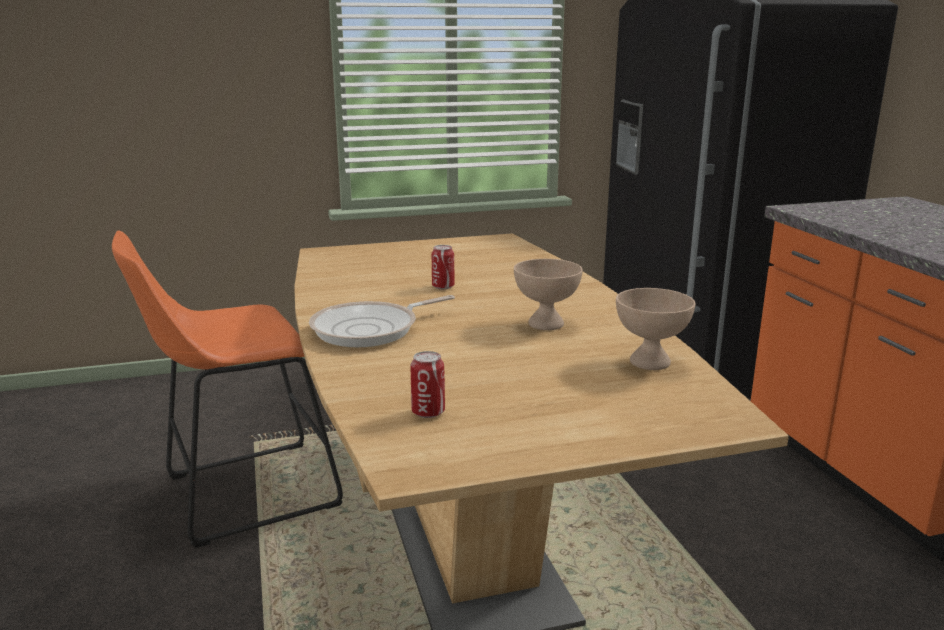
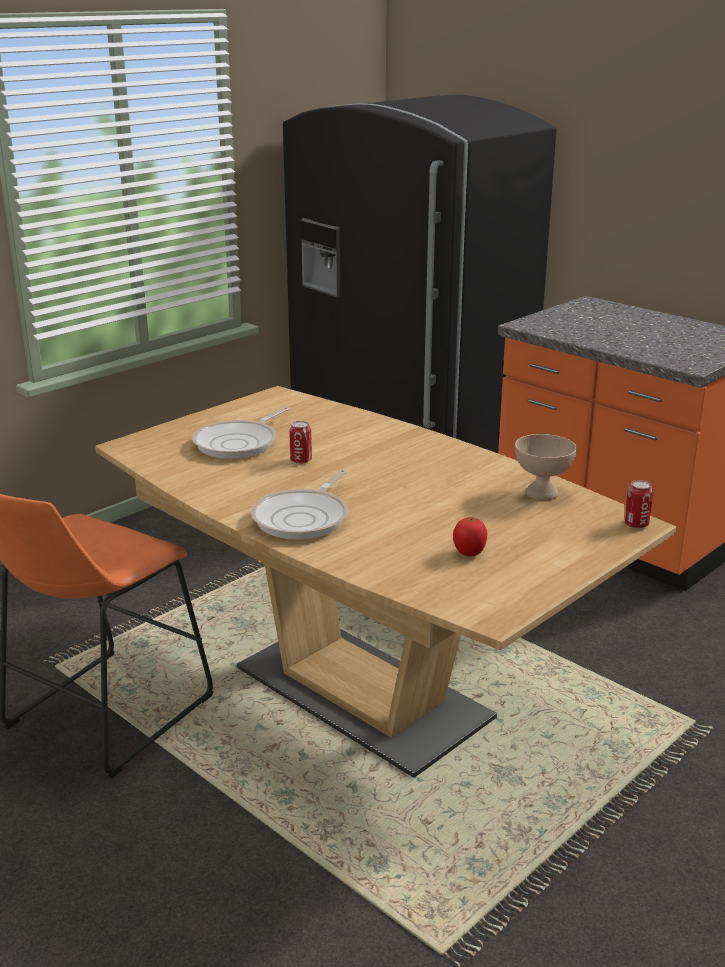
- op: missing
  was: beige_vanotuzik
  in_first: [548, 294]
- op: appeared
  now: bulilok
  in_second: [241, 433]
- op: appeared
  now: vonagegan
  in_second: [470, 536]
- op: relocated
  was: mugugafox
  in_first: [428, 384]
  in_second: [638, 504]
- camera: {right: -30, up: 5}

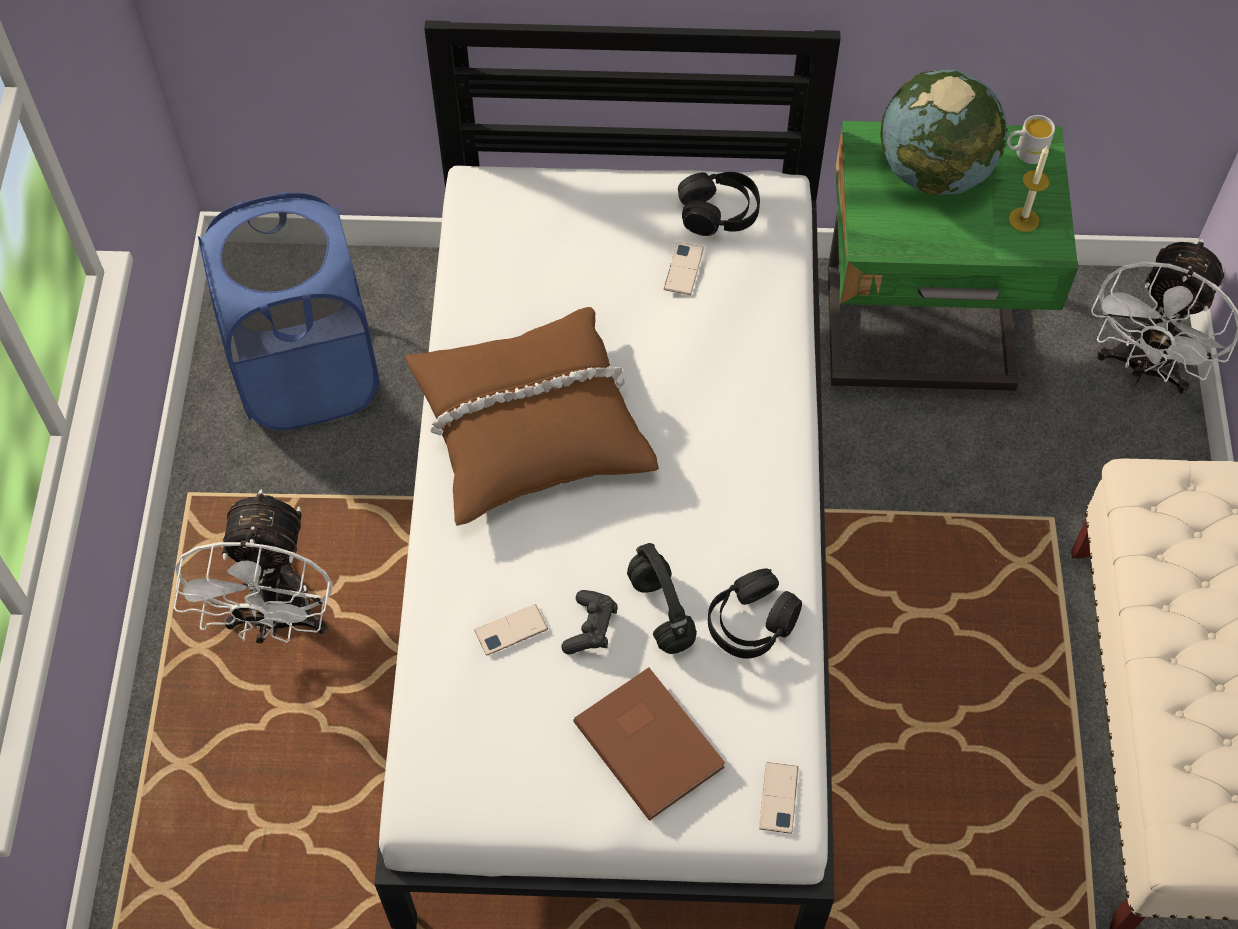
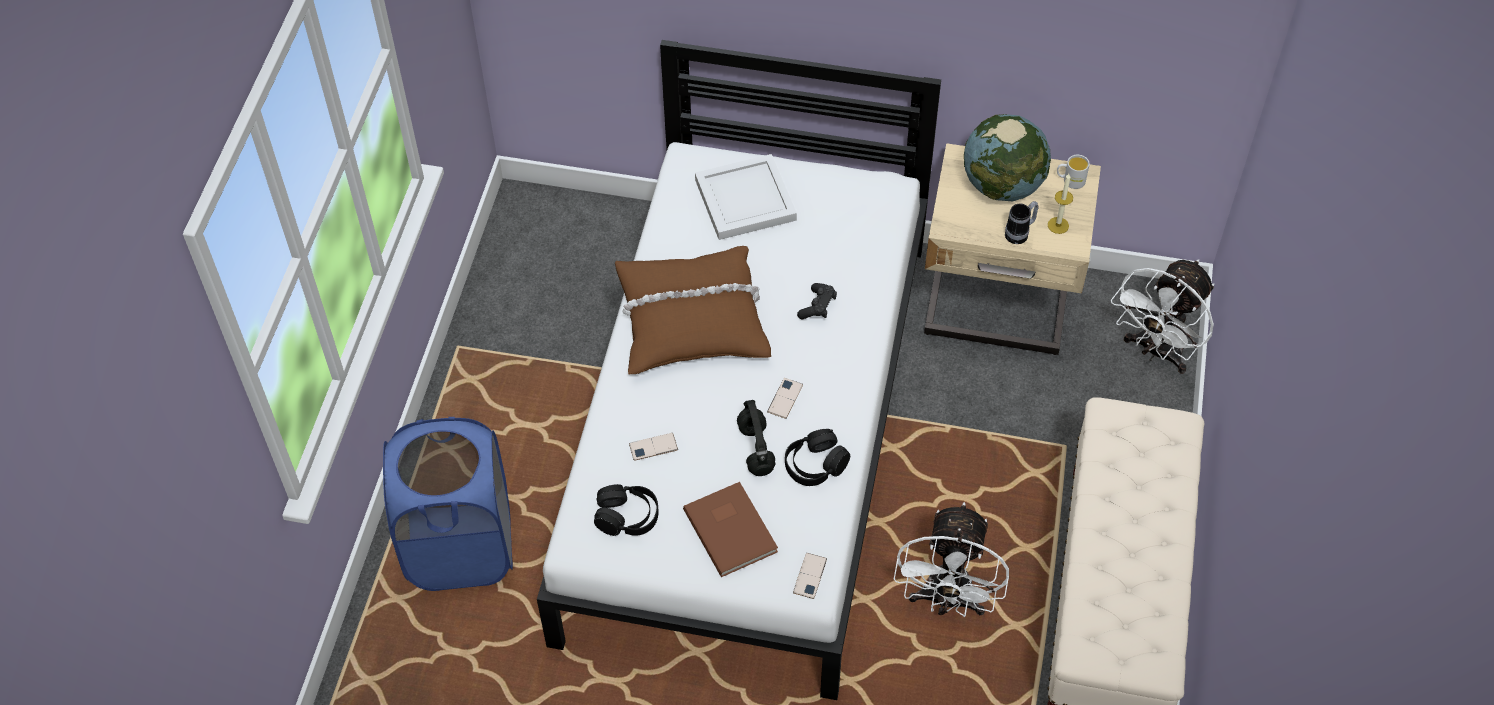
- op: appeared
  now: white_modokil
  in_second: [746, 197]
- op: appeared
  now: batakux
  in_second: [1022, 222]
- op: relocated
  was: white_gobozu
  in_first: [253, 566]
  in_second: [951, 559]
- op: relocated
  was: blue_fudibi
  in_first: [289, 311]
  in_second: [448, 504]
- op: relocated
  was: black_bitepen
  in_first: [590, 622]
  in_second: [817, 301]
- op: relocated
  was: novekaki
  in_first: [684, 268]
  in_second: [785, 398]
- op: relocated
  was: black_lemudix
  in_first: [719, 204]
  in_second: [626, 510]
- op: colour
  was: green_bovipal
  now: beige_bovipal
  in_first: [953, 256]
  in_second: [1012, 249]
- camera: {right: 10, up: -5}

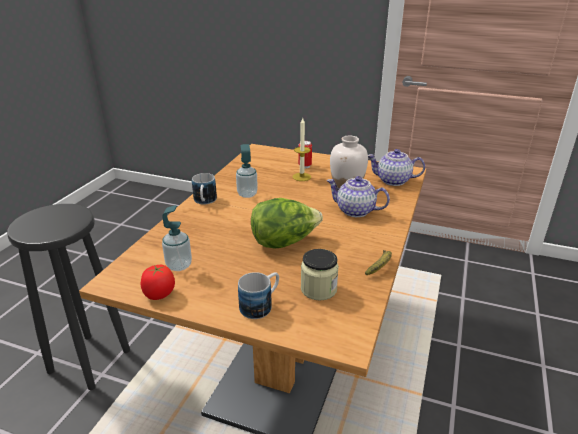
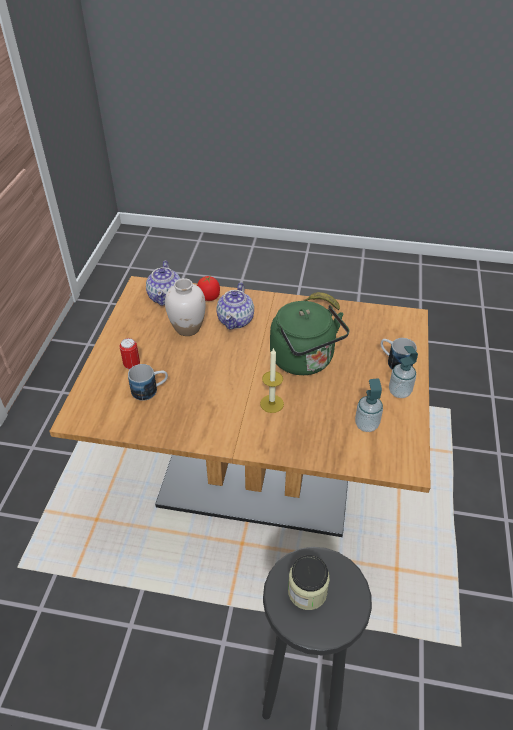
- op: relocated
  was: vonagegan
  in_first: [157, 282]
  in_second: [208, 288]
- op: relocated
  was: batakux
  in_first: [204, 188]
  in_second: [148, 382]
- op: relocated
  was: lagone
  in_first: [247, 171]
  in_second: [403, 372]
- op: relocated
  was: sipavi
  in_first: [301, 149]
  in_second: [272, 380]
- op: relocated
  was: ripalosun
  in_first: [320, 275]
  in_second: [309, 582]
- op: exchanged
  was: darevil
  now: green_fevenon
  in_first: [287, 223]
  in_second: [310, 338]
- camera: {right: -100, up: 15}

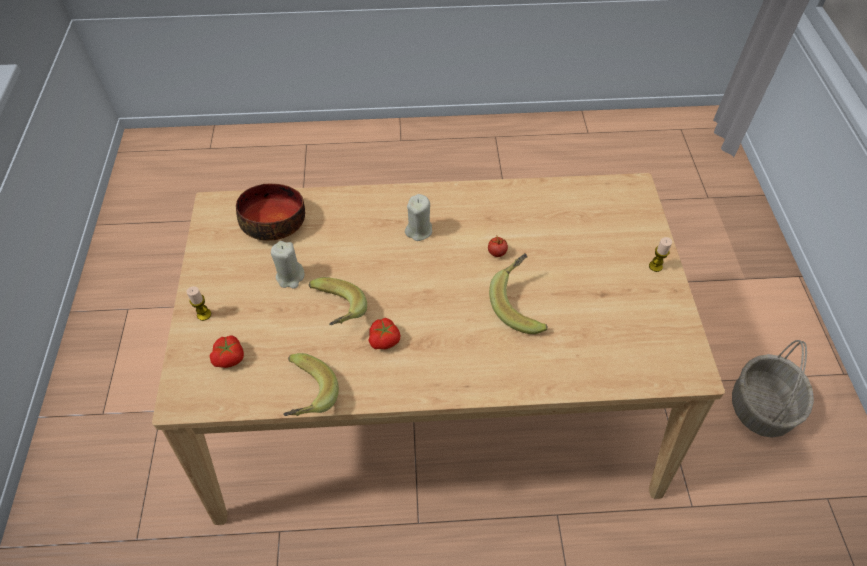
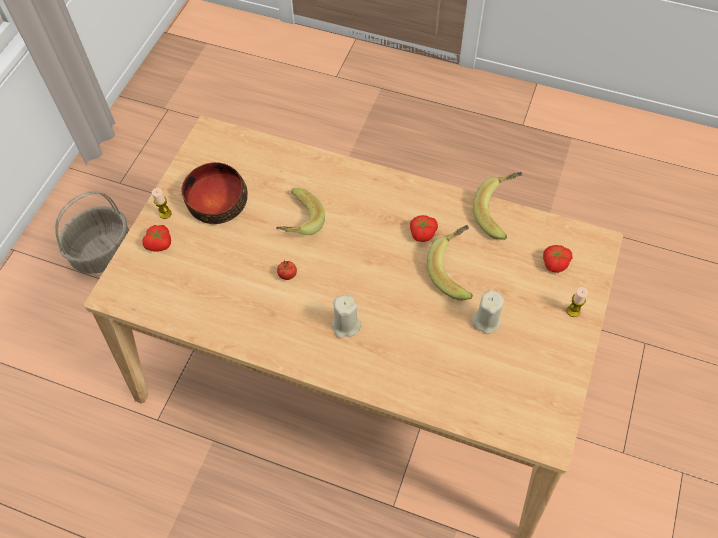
- op: appeared
  now: vonagegan
  in_second: [156, 238]
- op: relocated
  was: vanotuzik
  in_first: [270, 212]
  in_second: [215, 193]
- camera: {right: -155, up: 5}

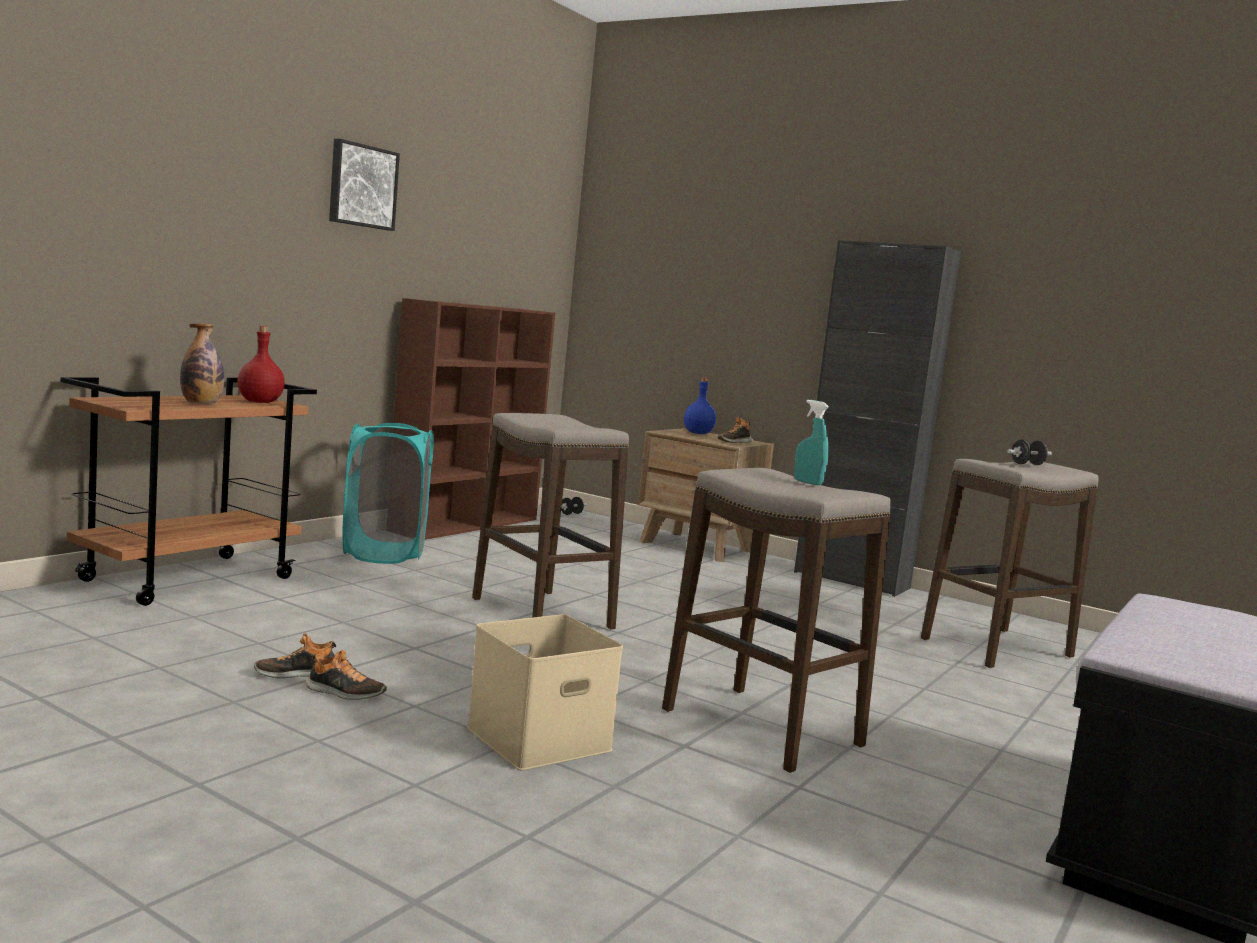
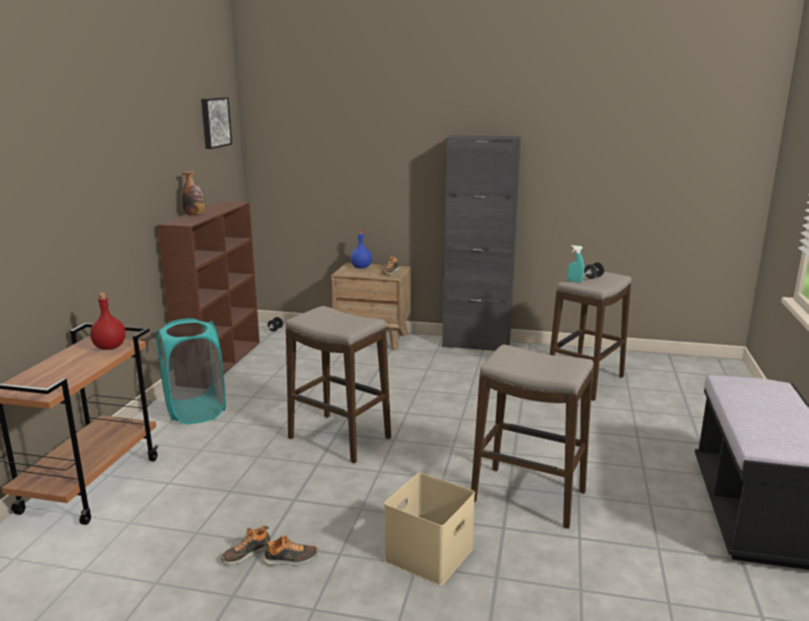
- op: relocated
  was: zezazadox
  in_first: [202, 364]
  in_second: [193, 193]
- op: relocated
  was: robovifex
  in_first: [364, 185]
  in_second: [216, 123]
- op: relocated
  was: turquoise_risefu
  in_first: [811, 442]
  in_second: [575, 264]
- camera: {right: -20, up: 10}

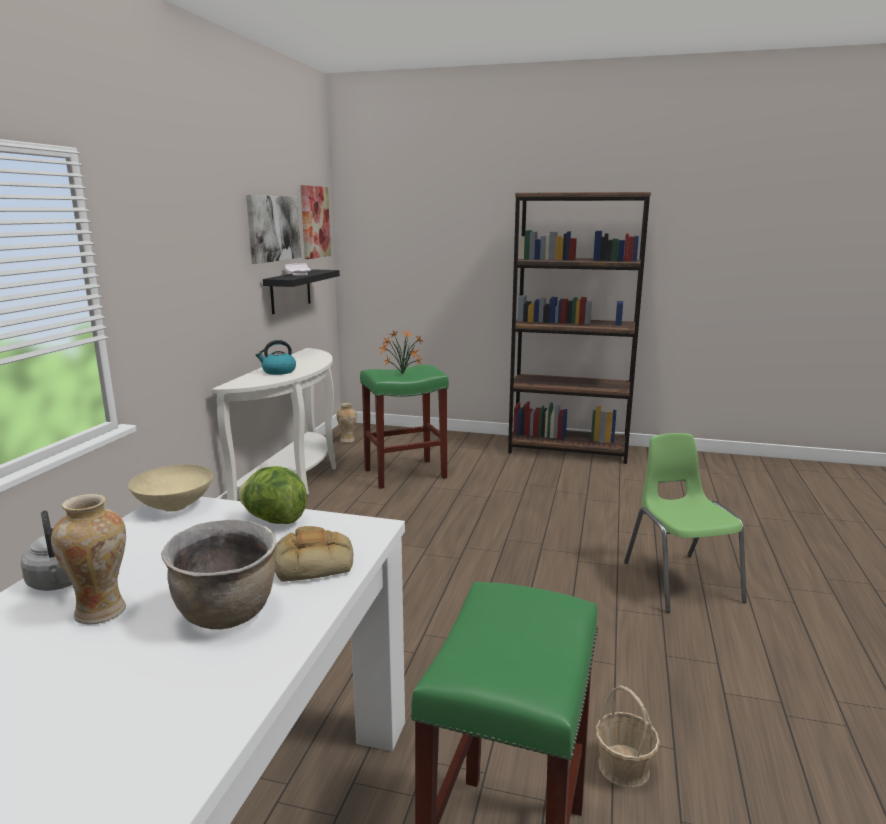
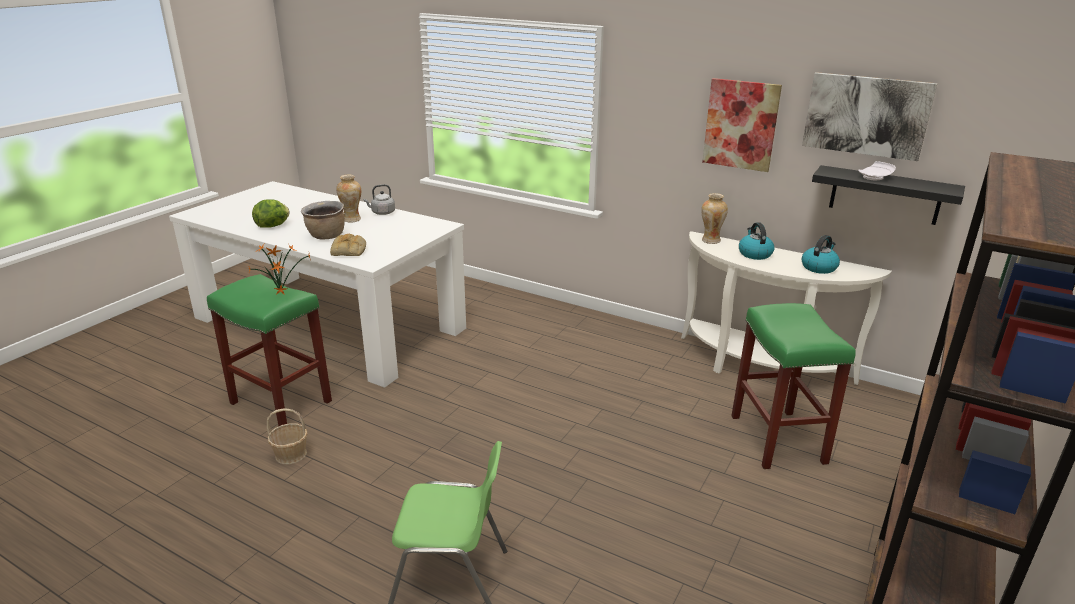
- op: missing
  was: beige_vanotuzik
  in_first: [170, 488]
- op: appeared
  now: fevenon
  in_second: [821, 254]
- op: relocated
  was: darevil
  in_first: [272, 495]
  in_second: [271, 213]
- op: relocated
  was: robovifex
  in_first: [315, 222]
  in_second: [742, 125]
- op: relocated
  was: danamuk
  in_first: [347, 423]
  in_second: [714, 218]
- op: relocated
  was: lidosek
  in_first: [401, 352]
  in_second: [279, 268]
- camera: {right: 105, up: 10}

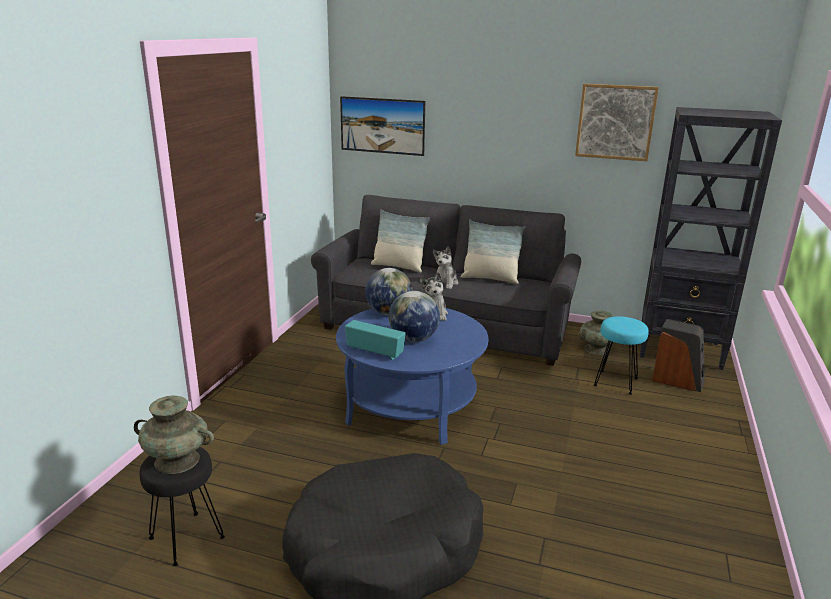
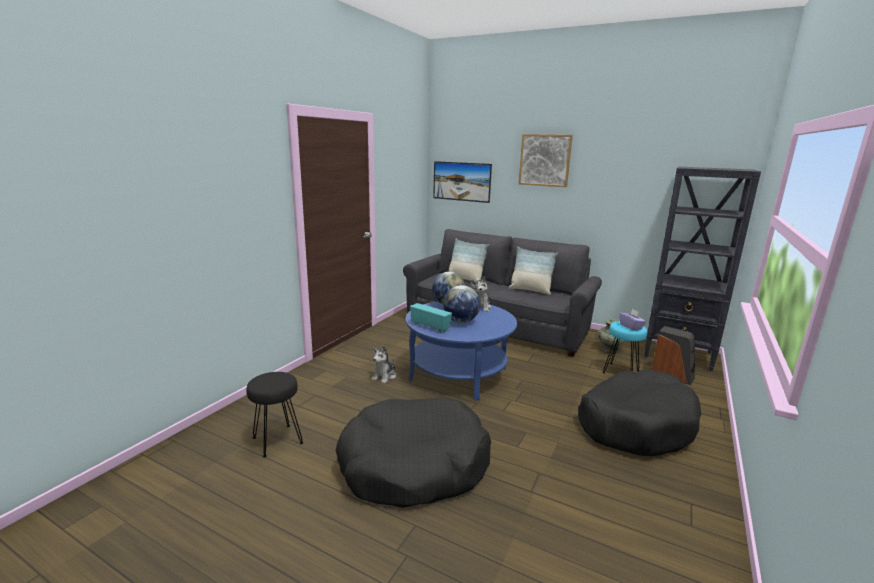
- op: missing
  was: turquoise_danamuk
  in_first: [174, 434]
- op: appeared
  now: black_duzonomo
  in_second: [639, 413]
- op: appeared
  now: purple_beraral
  in_second: [632, 320]
- op: relocated
  was: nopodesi
  in_first: [445, 267]
  in_second: [383, 365]
- op: relocated
  was: robovifex
  in_first: [617, 122]
  in_second: [545, 160]
- camera: {right: 10, up: -5}

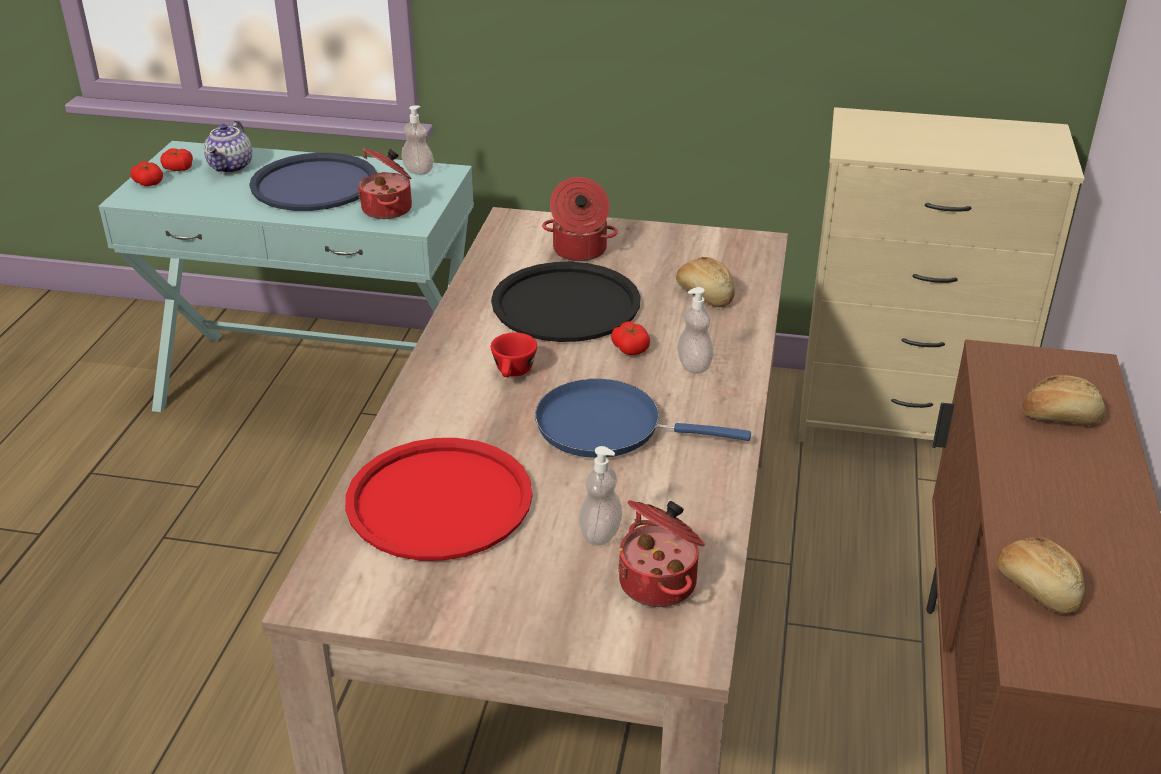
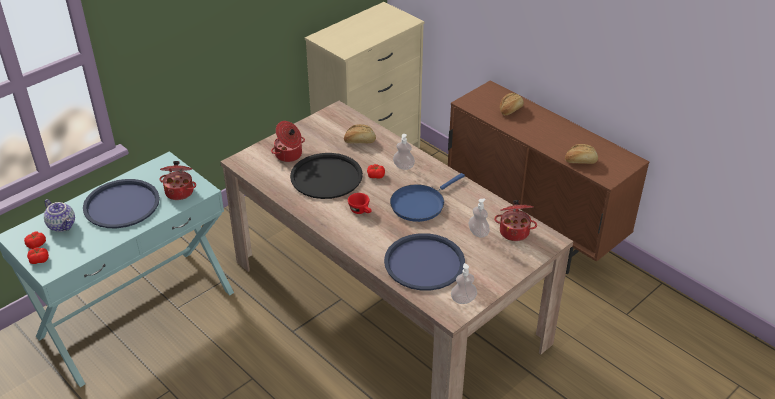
- op: relocated
  was: lagone
  in_first: [417, 140]
  in_second: [464, 283]
- op: colour
  was: red_modokil
  now: blue_modokil
  in_first: [438, 499]
  in_second: [424, 262]
- camera: {right: -55, up: 5}

